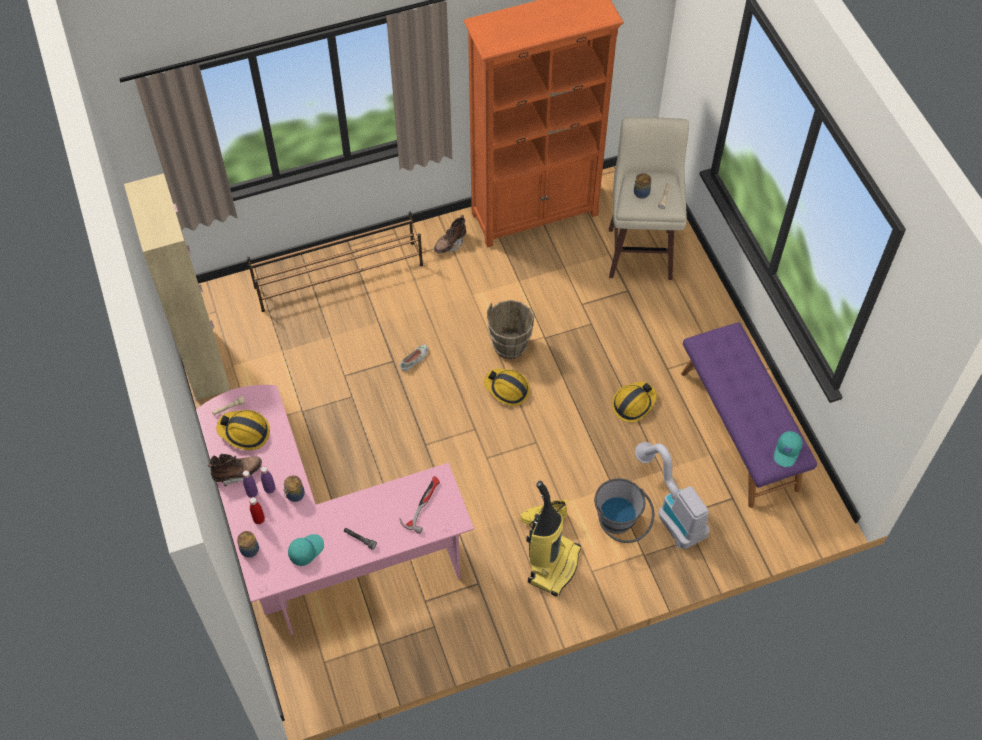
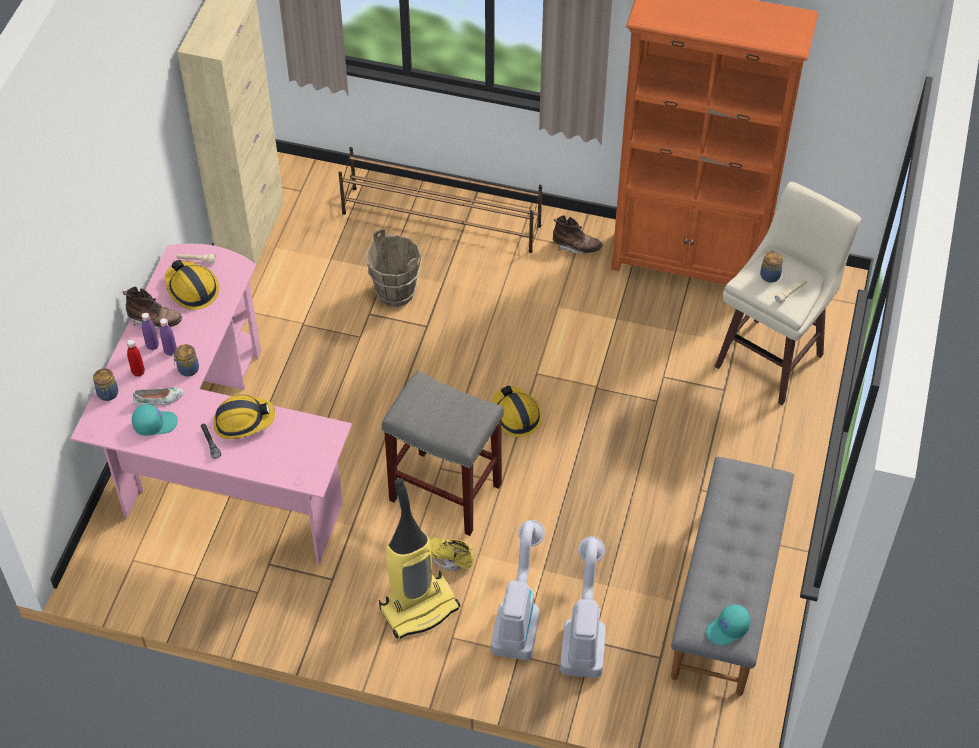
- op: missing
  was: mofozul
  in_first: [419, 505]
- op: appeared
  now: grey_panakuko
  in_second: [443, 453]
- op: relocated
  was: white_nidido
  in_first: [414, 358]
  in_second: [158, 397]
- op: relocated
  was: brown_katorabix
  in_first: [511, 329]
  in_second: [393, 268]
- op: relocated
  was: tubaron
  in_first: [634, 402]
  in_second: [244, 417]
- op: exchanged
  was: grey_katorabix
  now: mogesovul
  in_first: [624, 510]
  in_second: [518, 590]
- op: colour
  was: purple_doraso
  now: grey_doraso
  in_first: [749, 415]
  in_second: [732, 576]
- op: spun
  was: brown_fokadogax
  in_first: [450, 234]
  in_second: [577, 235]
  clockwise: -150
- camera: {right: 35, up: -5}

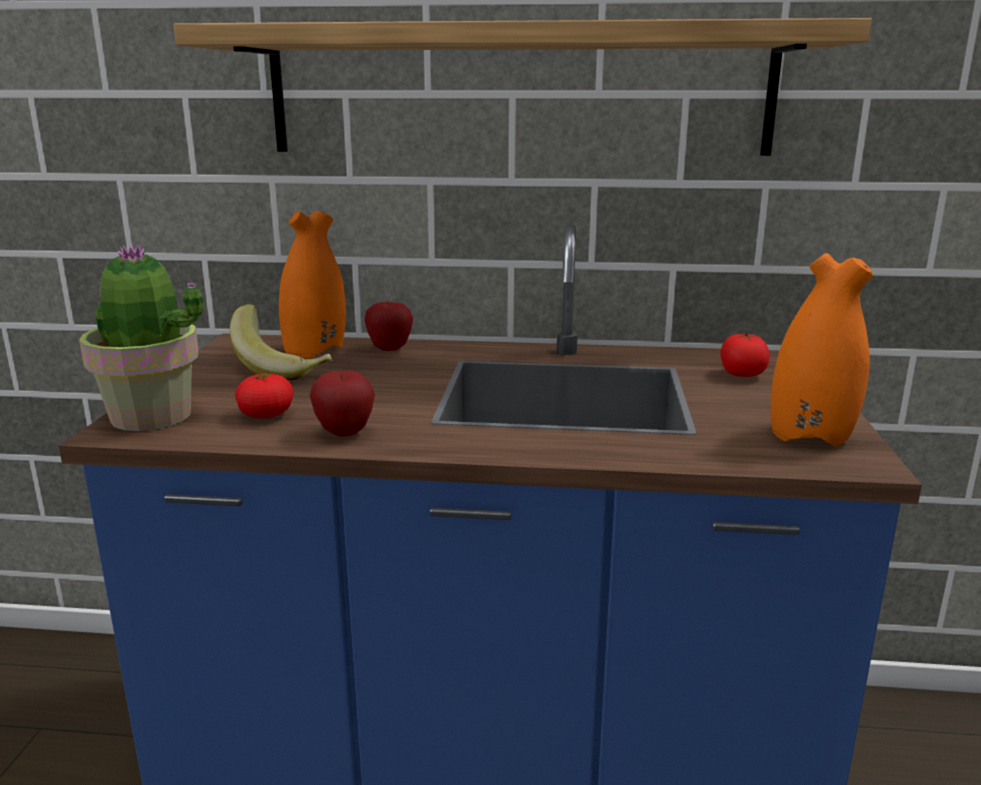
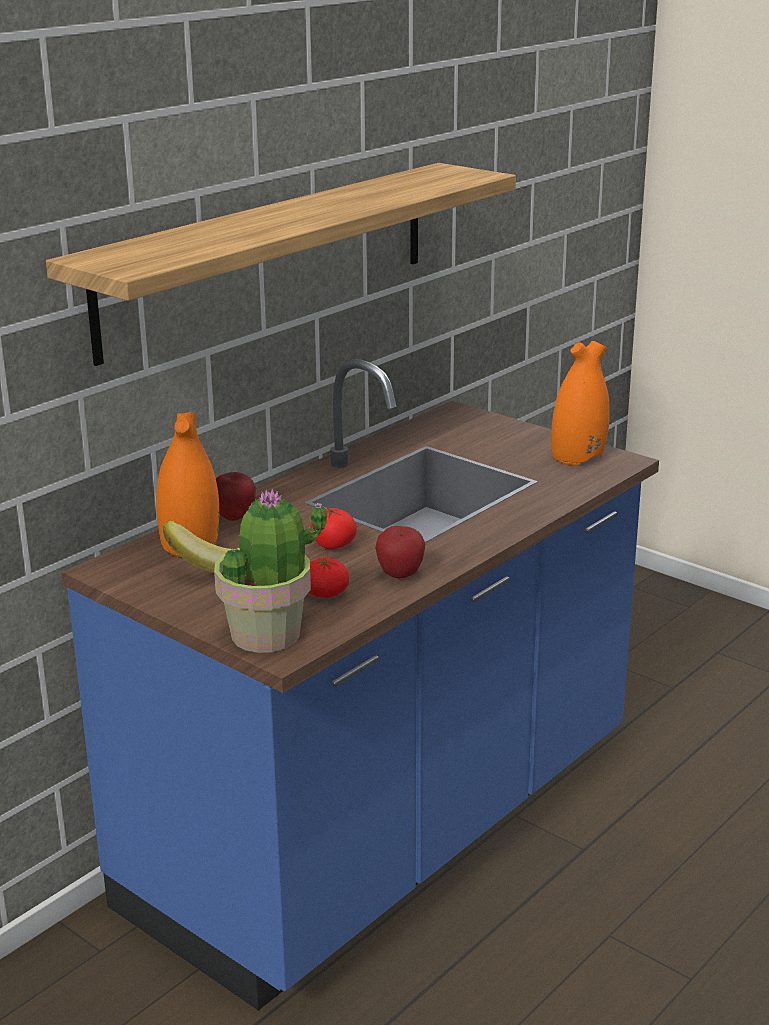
- op: relocated
  was: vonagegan
  in_first: [745, 355]
  in_second: [333, 528]
- camera: {right: -55, up: 5}

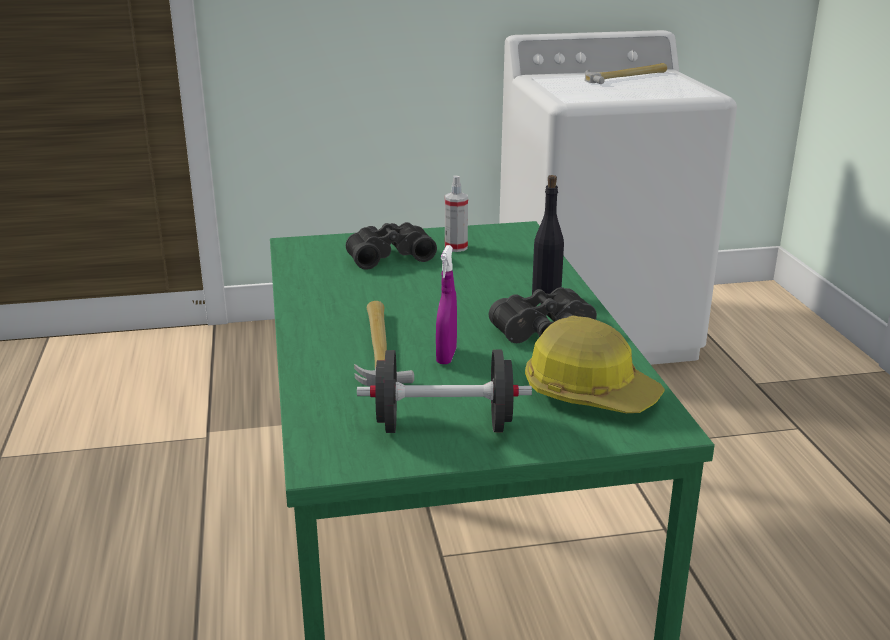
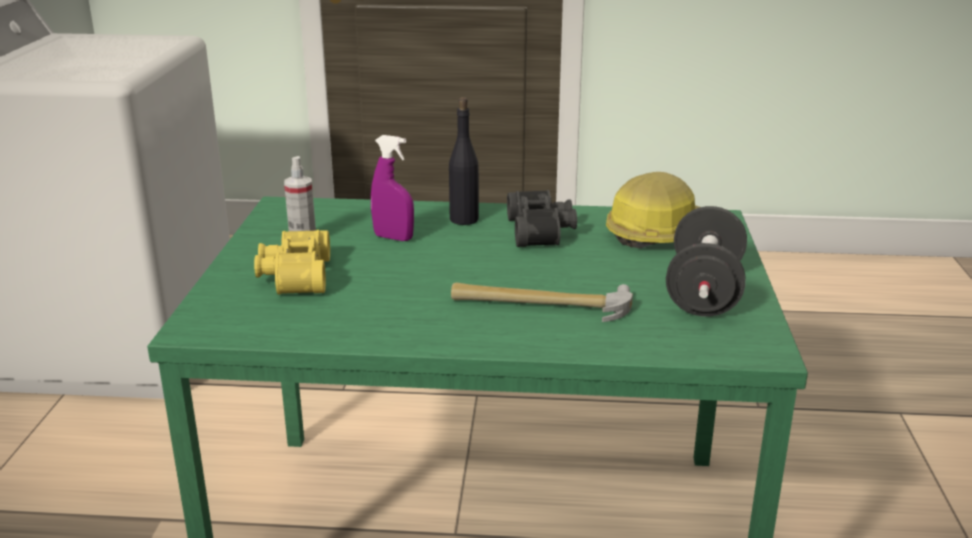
- op: missing
  was: mofozul
  in_first: [626, 73]
- op: relocated
  was: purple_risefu
  in_first: [446, 304]
  in_second: [392, 188]
- op: colour
  was: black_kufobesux
  now: yellow_kufobesux
  in_first: [391, 246]
  in_second: [292, 262]
- camera: {right: -75, up: 0}

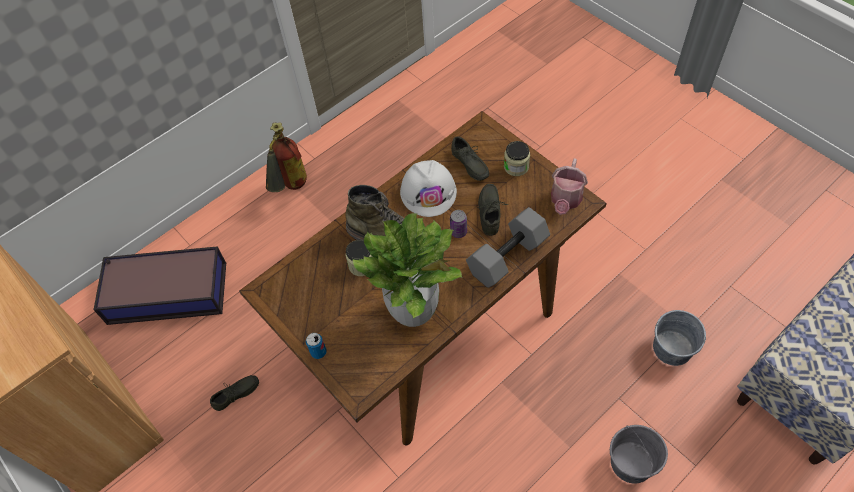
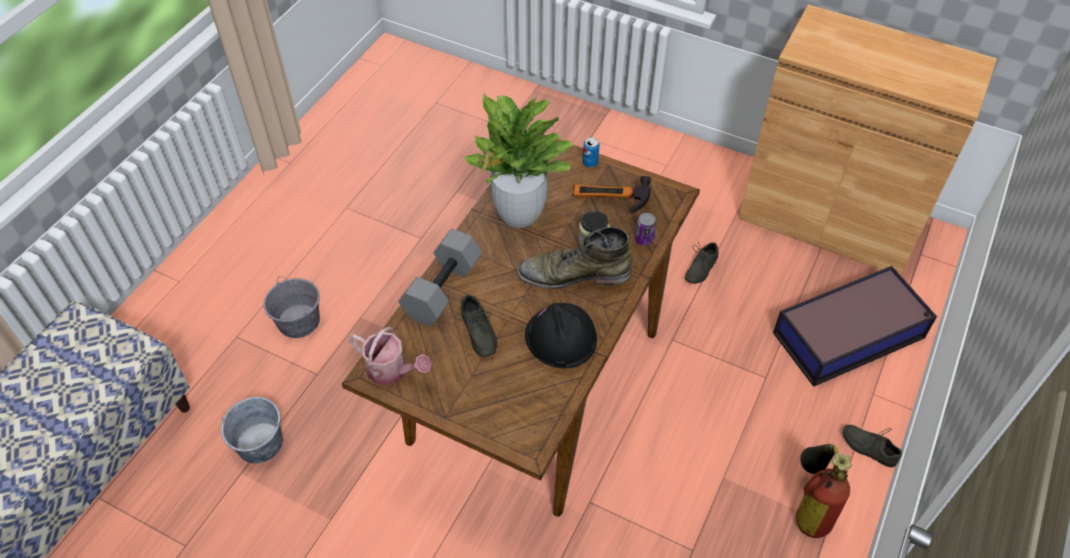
- op: missing
  was: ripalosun
  in_first: [517, 158]
- op: appeared
  now: mofozul
  in_second: [611, 194]
- op: relocated
  was: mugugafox
  in_first: [458, 224]
  in_second: [645, 229]
- op: relocated
  was: grey_nidido
  in_first: [470, 159]
  in_second: [872, 446]
- op: colour
  was: white_tubaron
  now: black_tubaron
  in_first: [428, 188]
  in_second: [561, 335]
- op: spun
  was: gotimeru
  in_first: [569, 186]
  in_second: [390, 356]
  clockwise: 120
- camera: {right: 155, up: -5}

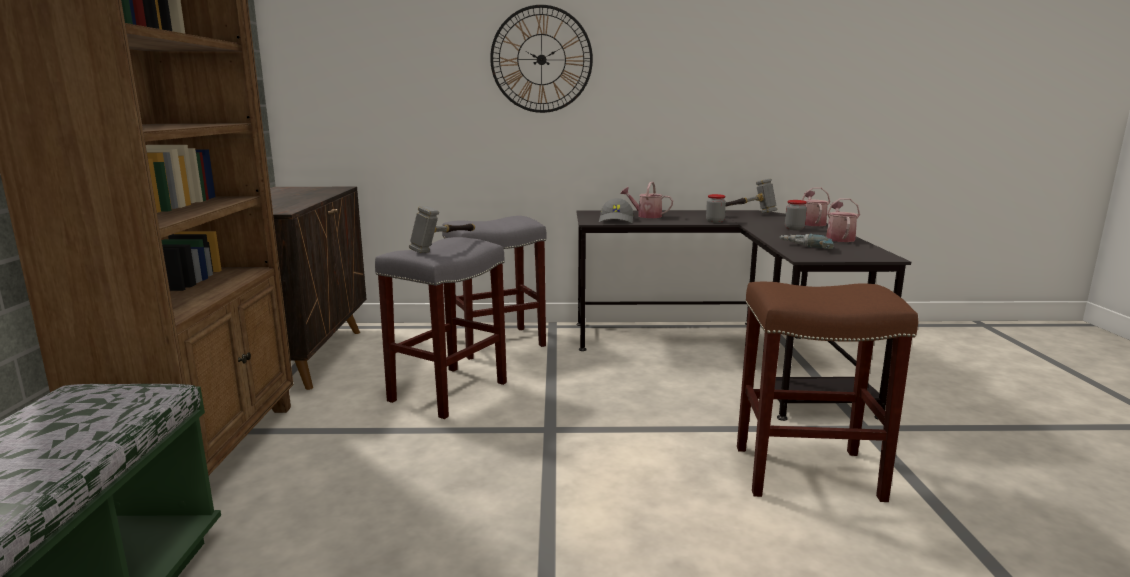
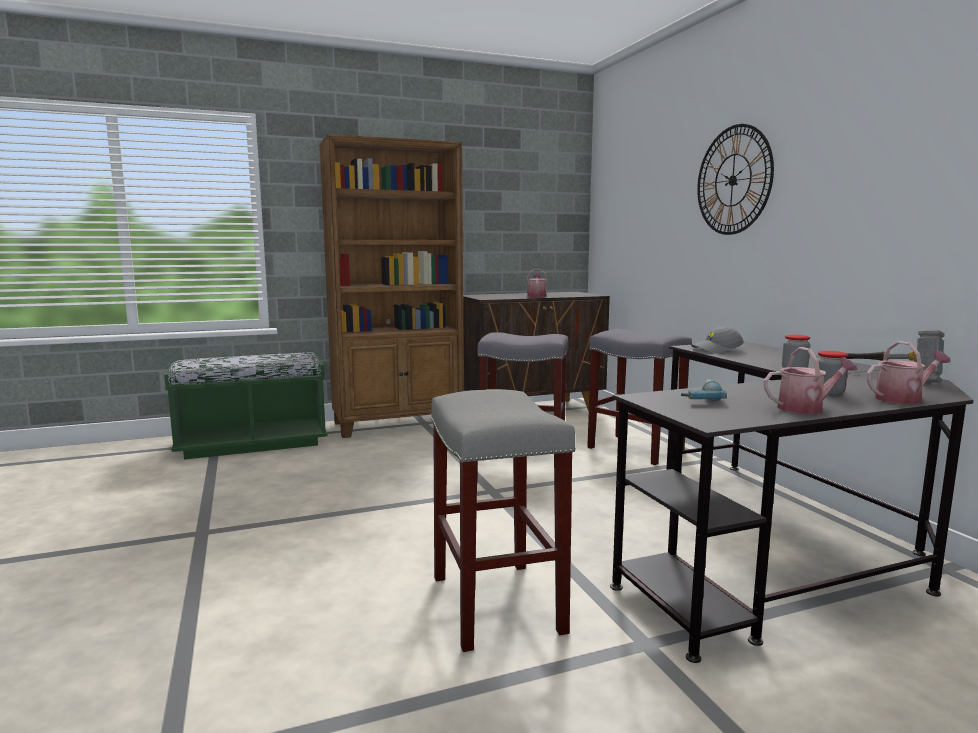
- op: missing
  was: mofozul
  in_first: [442, 229]
- op: relocated
  was: gotimeru
  in_first: [646, 200]
  in_second: [537, 283]
- op: colour
  was: brown_panakuko
  now: grey_panakuko
  in_first: [827, 392]
  in_second: [503, 520]
- camera: {right: 70, up: -5}

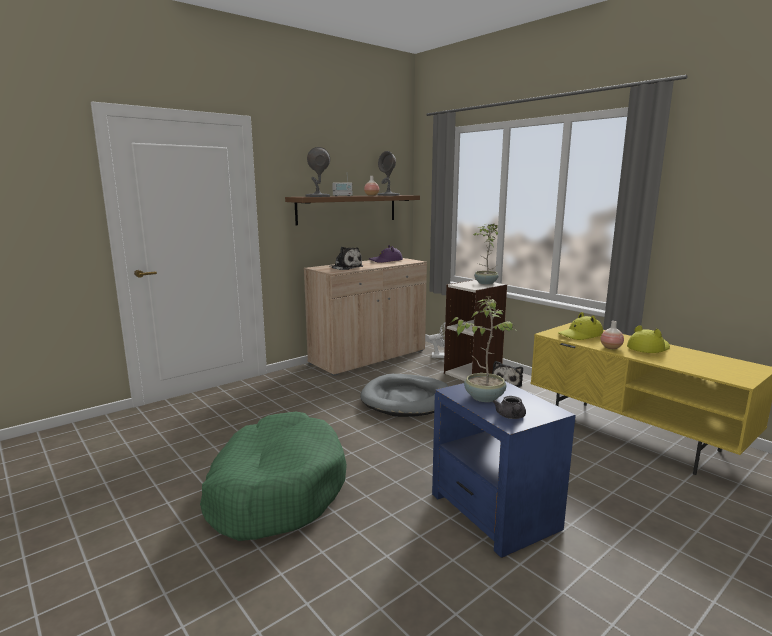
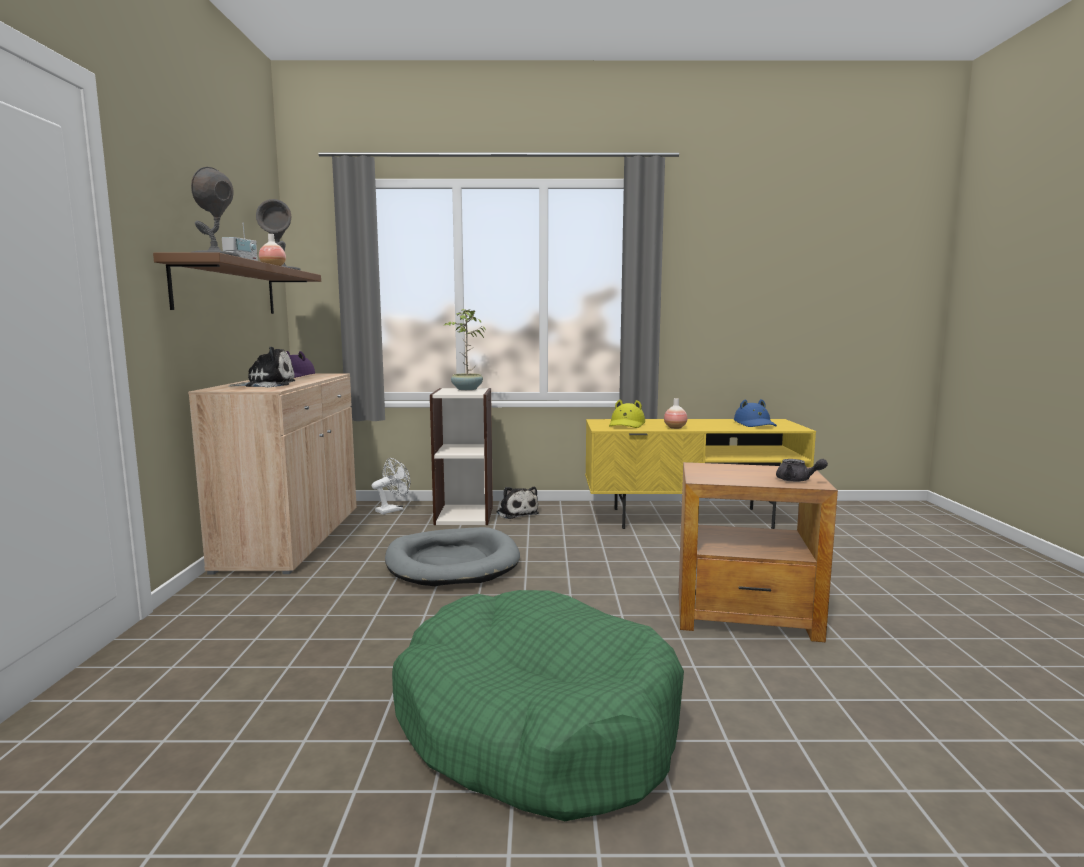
- op: missing
  was: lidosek
  in_first: [483, 349]
- op: missing
  was: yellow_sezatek
  in_first: [648, 339]
- op: appeared
  now: blue_sezatek
  in_second: [755, 413]
- op: colour
  was: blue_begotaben
  now: brown_begotaben
  in_first: [504, 469]
  in_second: [758, 552]
- camera: {right: -50, up: -5}

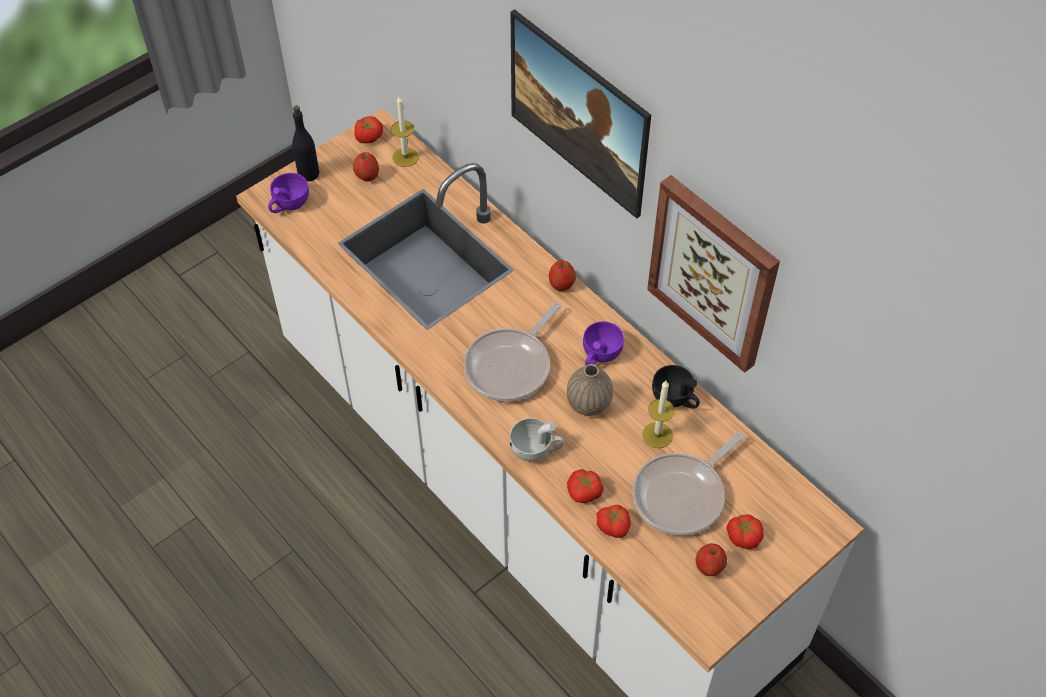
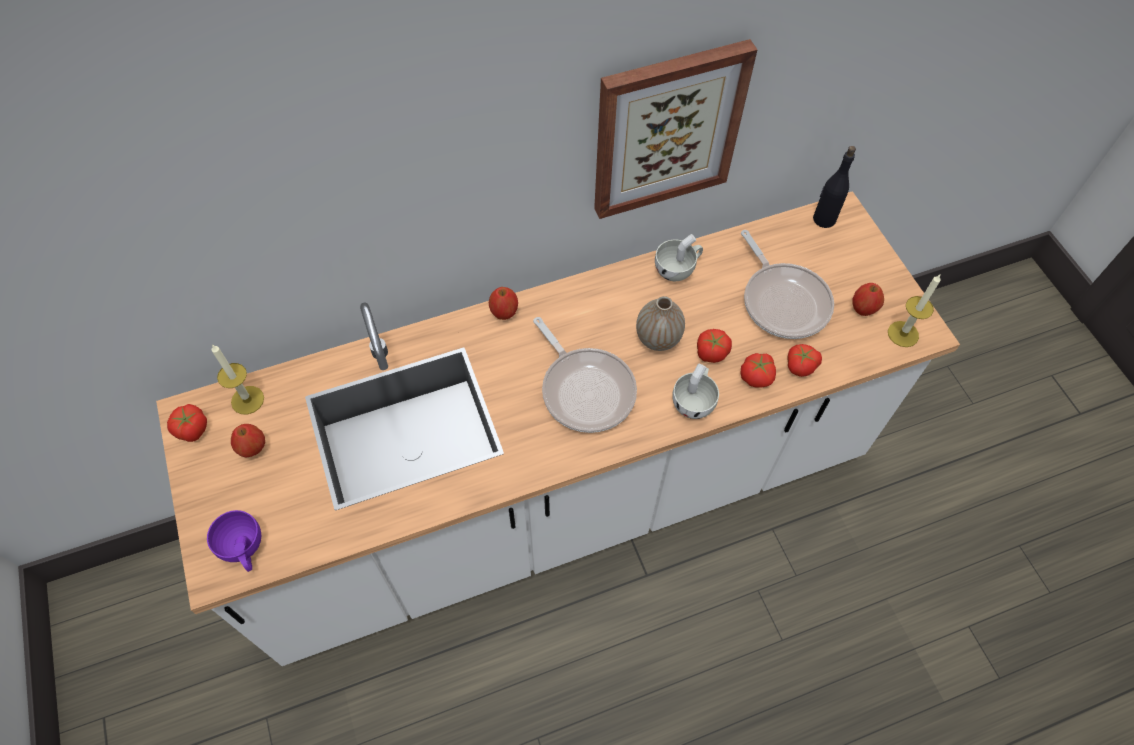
- op: missing
  was: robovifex
  in_first: [581, 113]
- op: missing
  was: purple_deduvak
  in_first: [603, 343]
- op: relocated
  was: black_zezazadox
  in_first: [305, 144]
  in_second: [834, 187]
- op: relocated
  was: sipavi
  in_first: [658, 414]
  in_second: [914, 311]
- op: relocated
  was: vonagegan
  in_first: [745, 531]
  in_second: [714, 346]
- op: colour
  was: black_deduvak
  now: white_deduvak
  in_first: [676, 387]
  in_second: [679, 257]
- camera: {right: -70, up: 5}

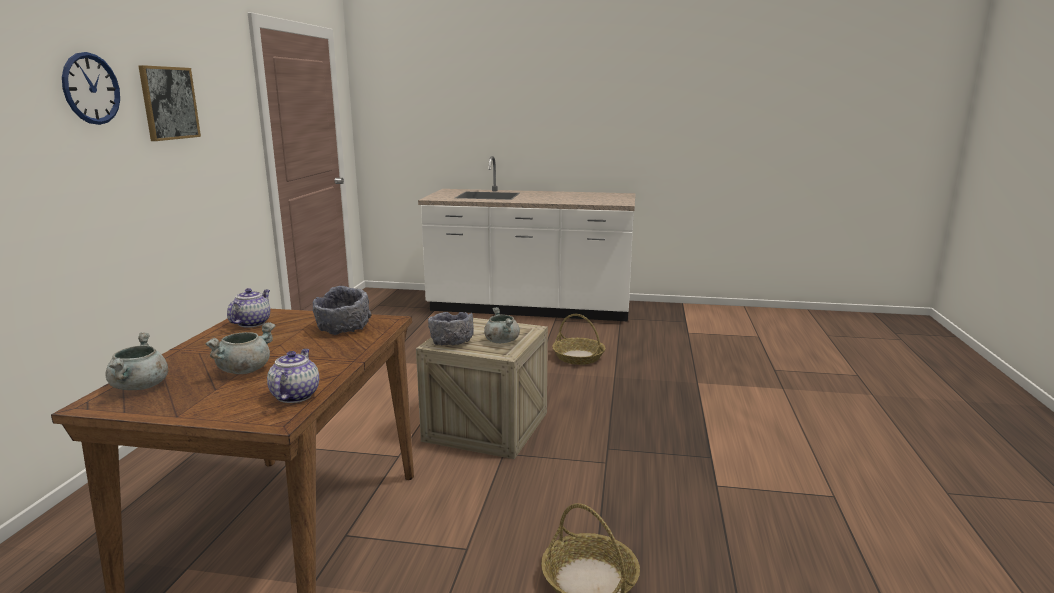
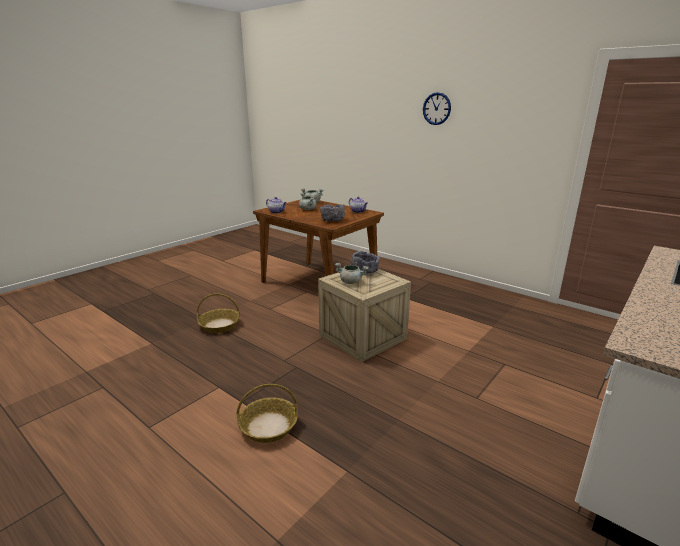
- op: missing
  was: robovifex
  in_first: [169, 103]
- op: relocated
  was: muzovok
  in_first: [578, 339]
  in_second: [267, 413]
- camera: {right: 120, up: 5}

